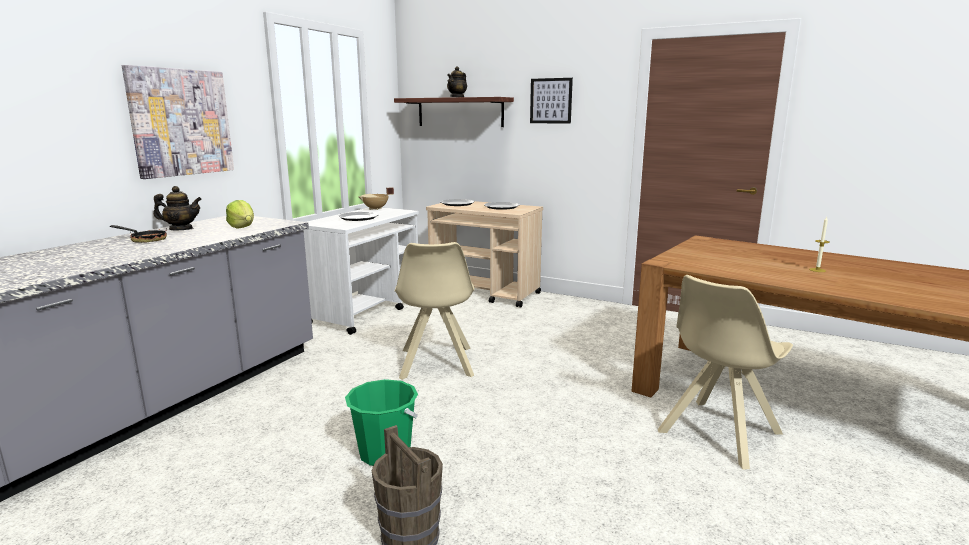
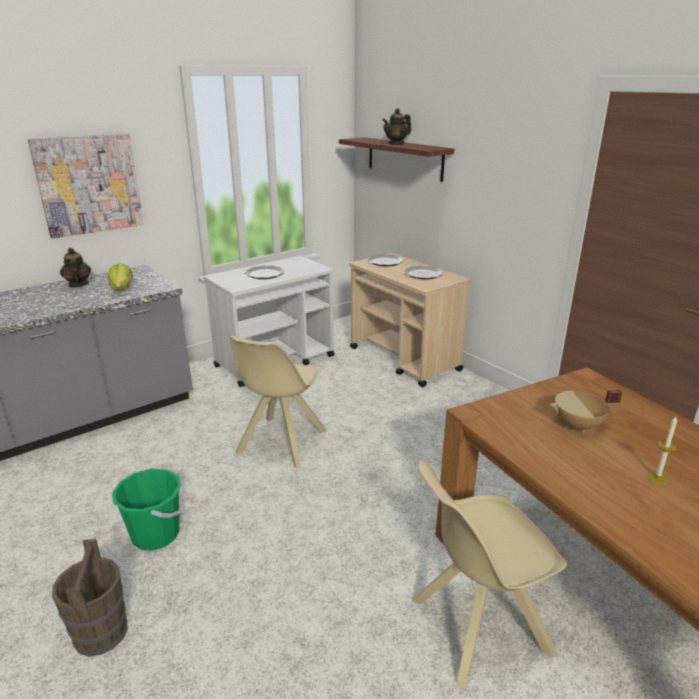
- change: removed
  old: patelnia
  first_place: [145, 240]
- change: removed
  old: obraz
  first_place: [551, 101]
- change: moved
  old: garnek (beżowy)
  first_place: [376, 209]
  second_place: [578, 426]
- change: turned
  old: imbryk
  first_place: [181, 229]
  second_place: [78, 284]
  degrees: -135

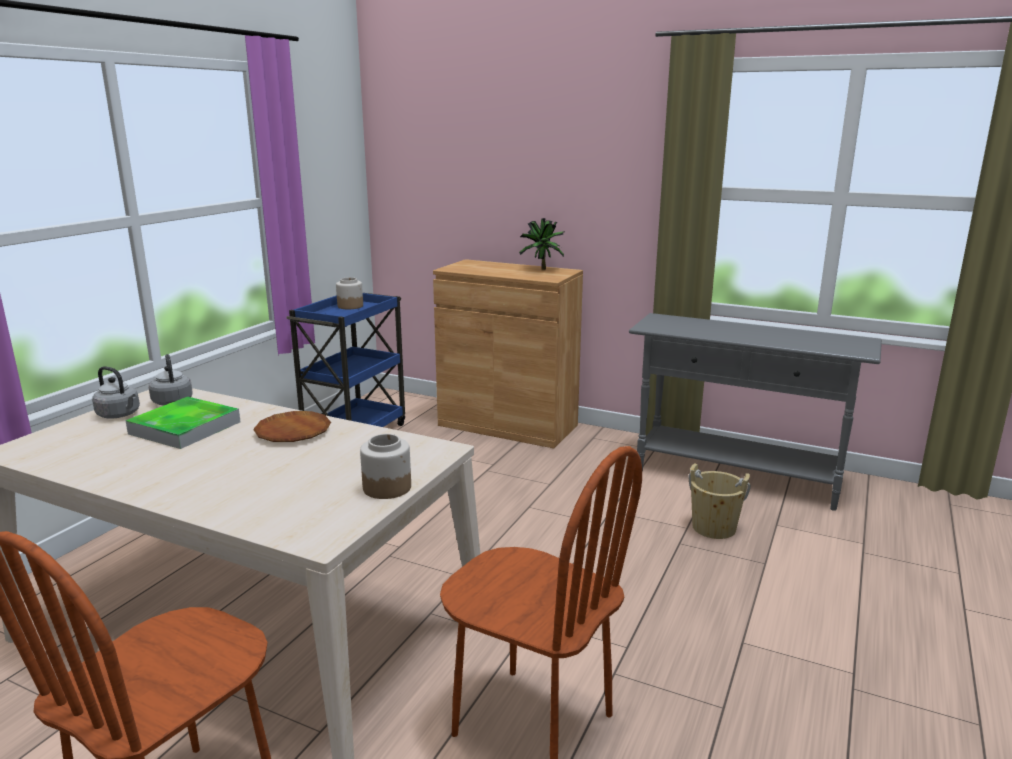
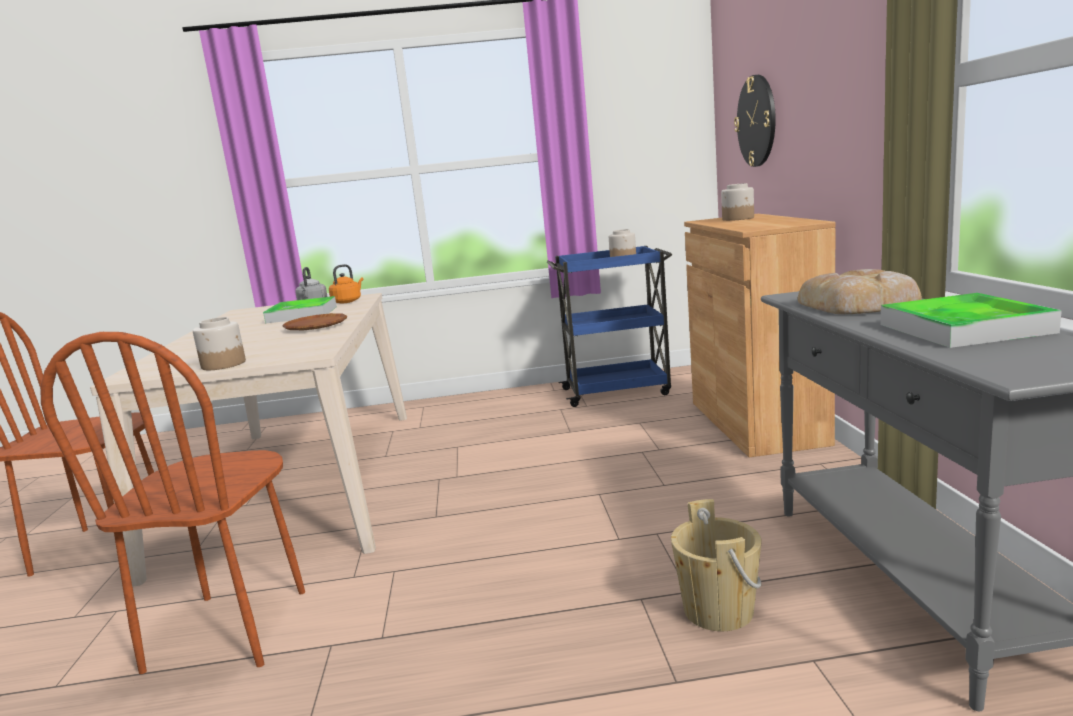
- change: removed
  old: roślina doniczkowa
  first_place: [542, 270]
- change: added
  new: słoik
  second_place: [738, 218]
- change: added
  new: zegar ścienny
  second_place: [757, 121]
- change: added
  new: chleb
  second_place: [860, 304]
- change: added
  new: taca
  second_place: [964, 328]
- change: recoloured
  old: czajnik (szary)
  new: czajnik (pomarańczowy)
  first_place: [172, 401]
  second_place: [348, 301]

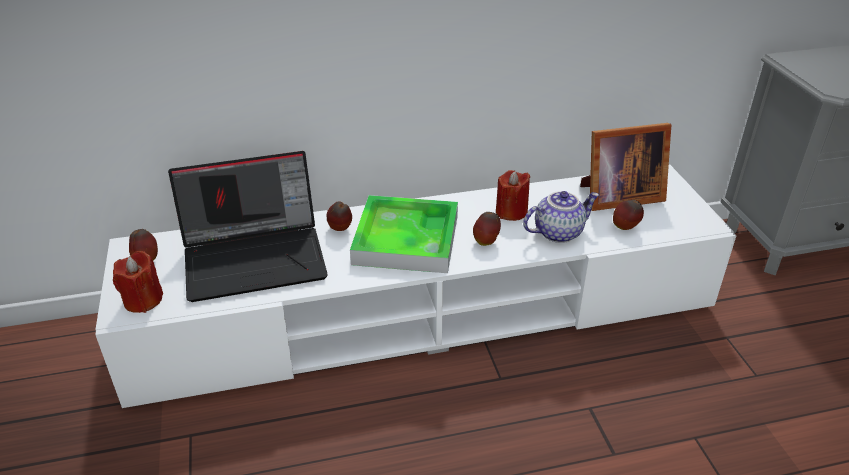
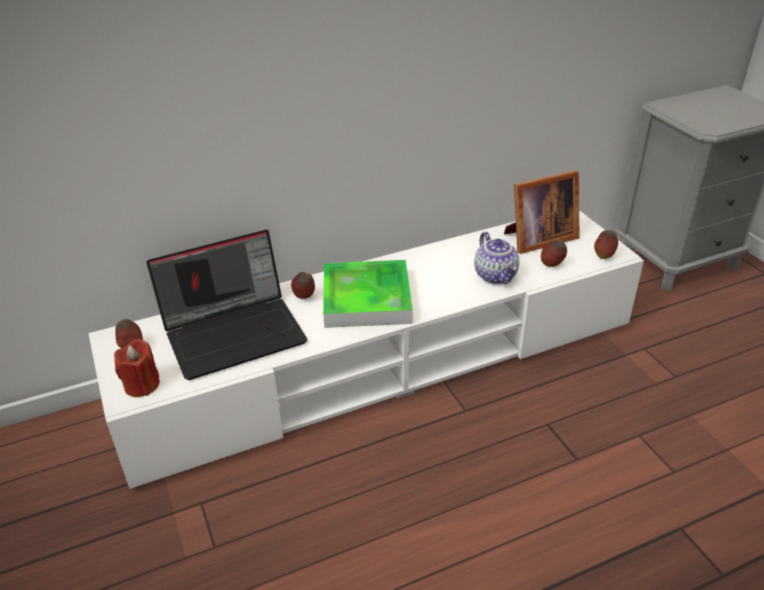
- change: removed
  old: świeca (czerwony)
  first_place: [511, 212]
- change: moved
  old: jabłko
  first_place: [486, 242]
  second_place: [604, 256]
- change: turned
  old: imbryk
  first_place: [558, 232]
  second_place: [496, 276]
  degrees: 105

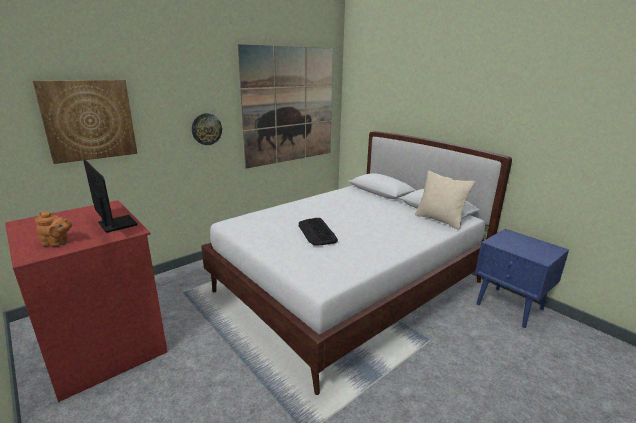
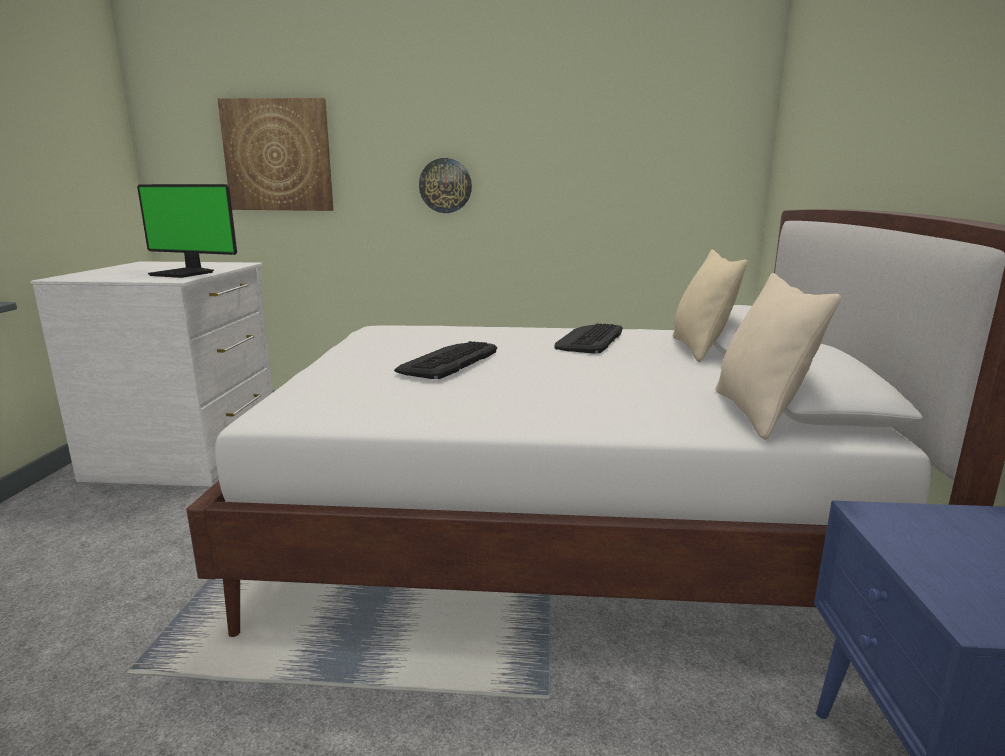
- change: removed
  old: imbryk (pomarańczowy)
  first_place: [58, 243]
- change: removed
  old: obraz
  first_place: [290, 106]
- change: added
  new: klawiatura
  second_place: [589, 340]
- change: added
  new: poduszka (beżowy)
  second_place: [700, 349]
- change: recoloured
  old: komoda (czerwony)
  new: komoda (biały)
  first_place: [106, 344]
  second_place: [189, 453]
- change: turned
  old: monitor
  first_place: [115, 224]
  second_place: [184, 273]
  degrees: 105

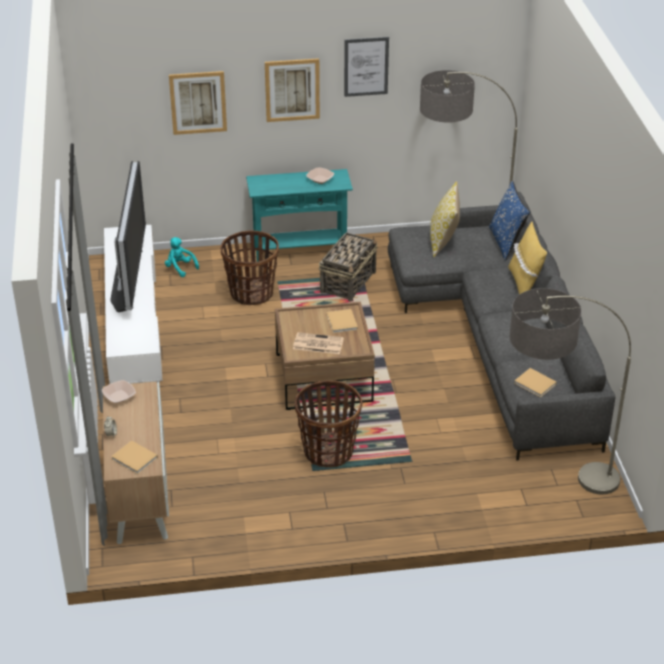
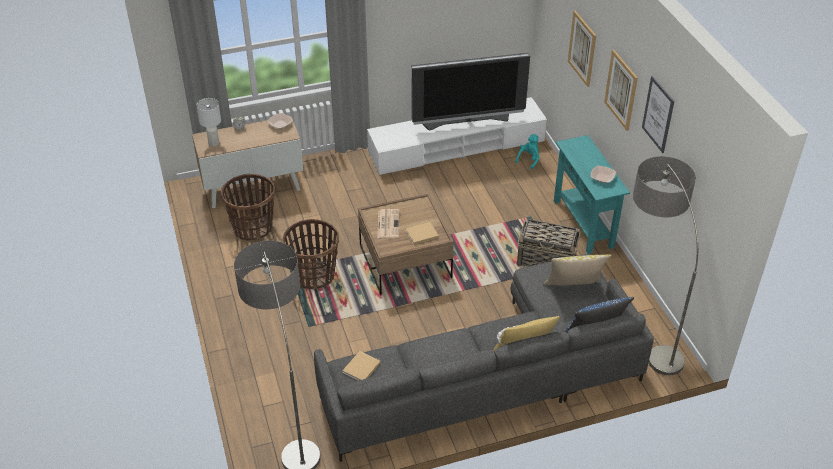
- change: moved
  old: koszyk
  first_place: [251, 293]
  second_place: [253, 228]
- change: replaced
  old: książka (beżowy)
  new: lampa stołowa (biały)
  first_place: [135, 459]
  second_place: [214, 143]

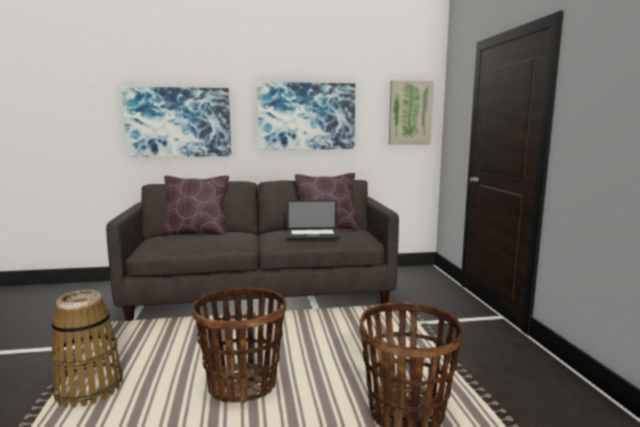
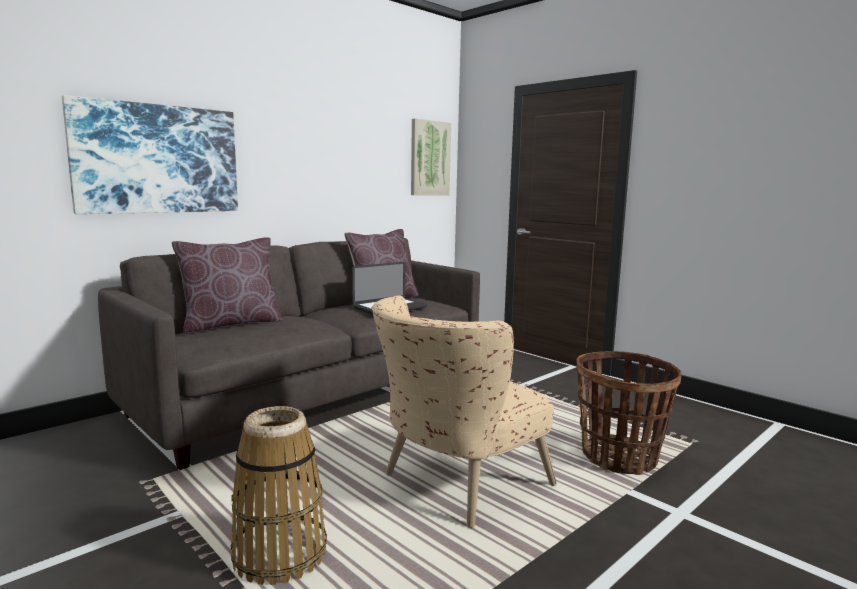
- change: removed
  old: obraz
  first_place: [306, 116]
- change: replaced
  old: koszyk
  new: fotel (beżowy)
  first_place: [242, 384]
  second_place: [454, 485]

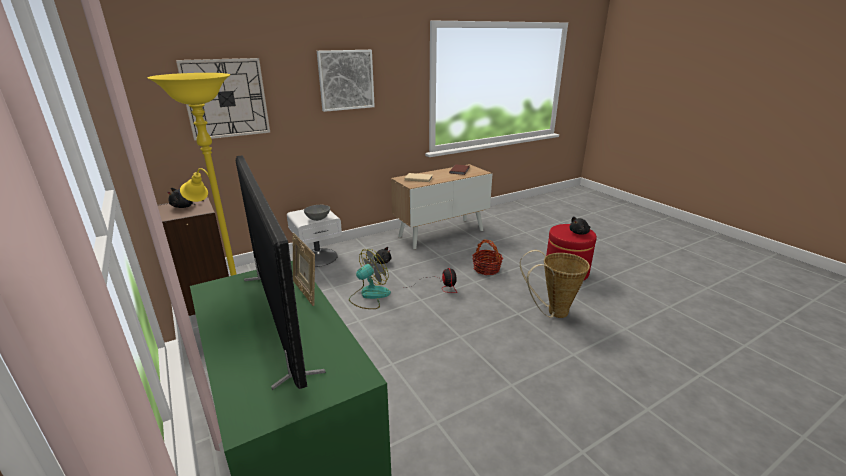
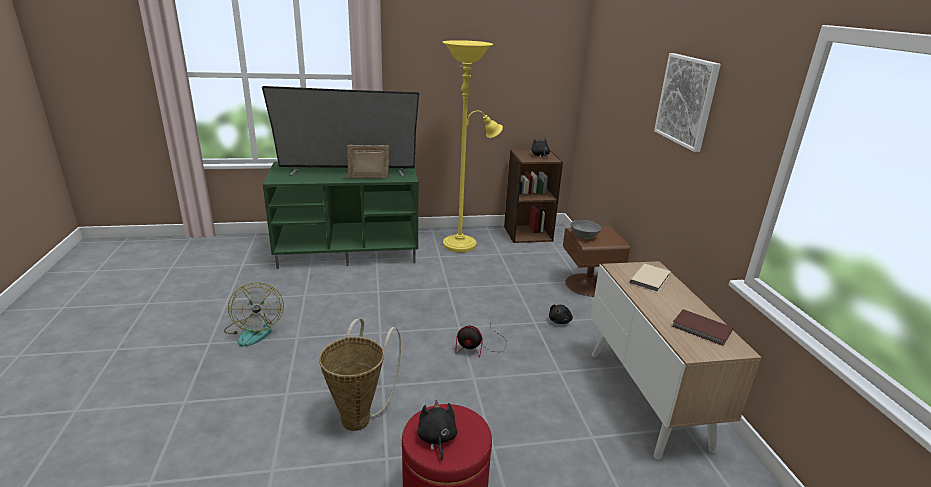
- change: removed
  old: zegar ścienny
  first_place: [226, 98]
- change: removed
  old: koszyk
  first_place: [486, 269]
- change: moved
  old: wentylator
  first_place: [369, 295]
  second_place: [254, 330]
- change: recoloured
  old: szafka nocna (biały)
  new: szafka nocna (brązowy)
  first_place: [318, 257]
  second_place: [589, 284]

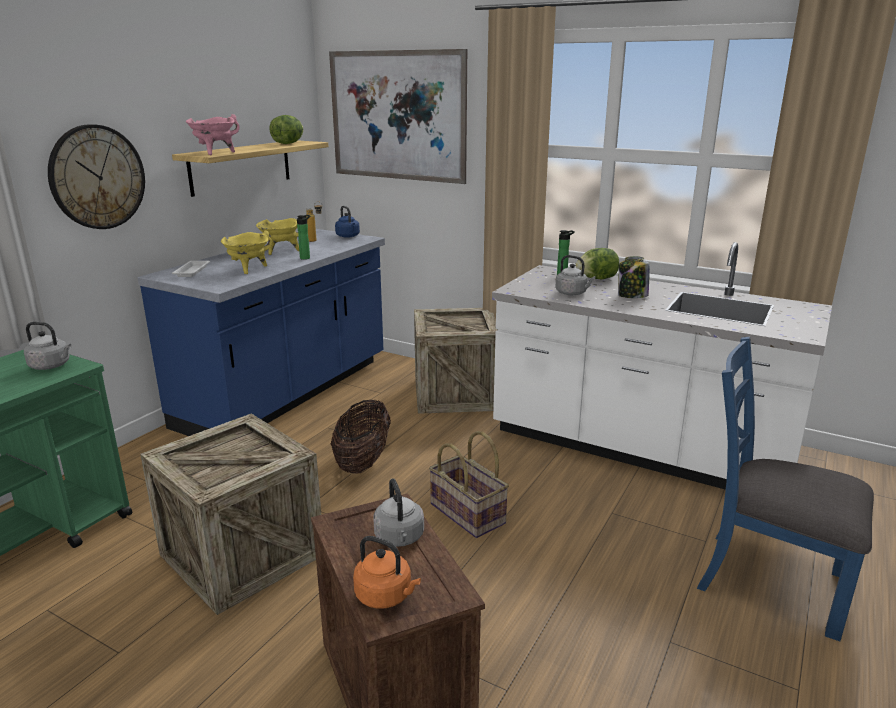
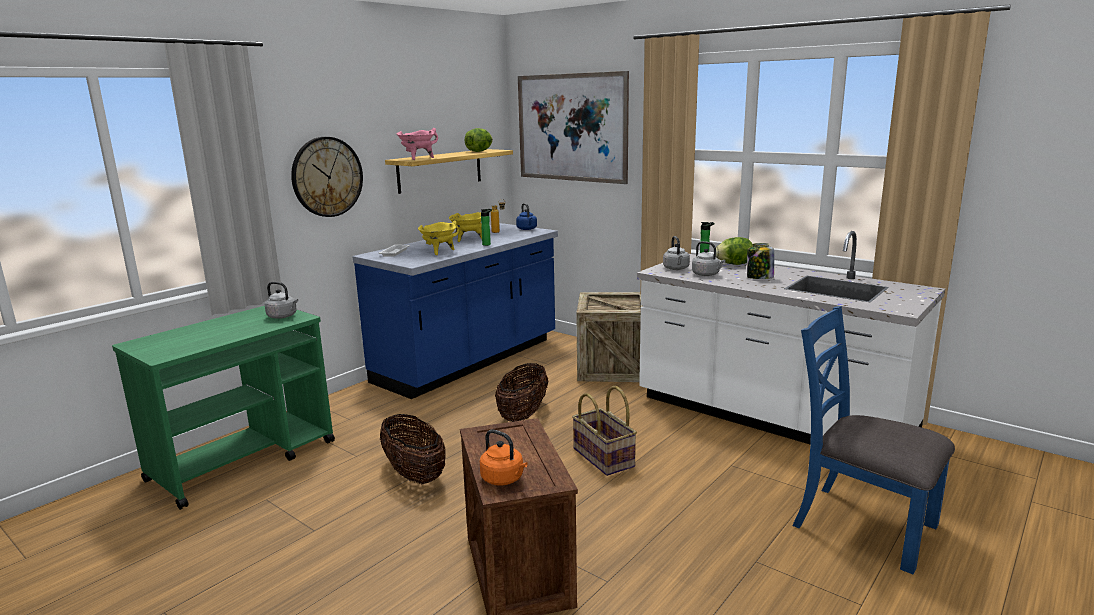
- change: moved
  old: czajnik (szary)
  first_place: [399, 538]
  second_place: [676, 269]
- change: replaced
  old: skrzynka
  new: koszyk
  first_place: [242, 555]
  second_place: [414, 474]

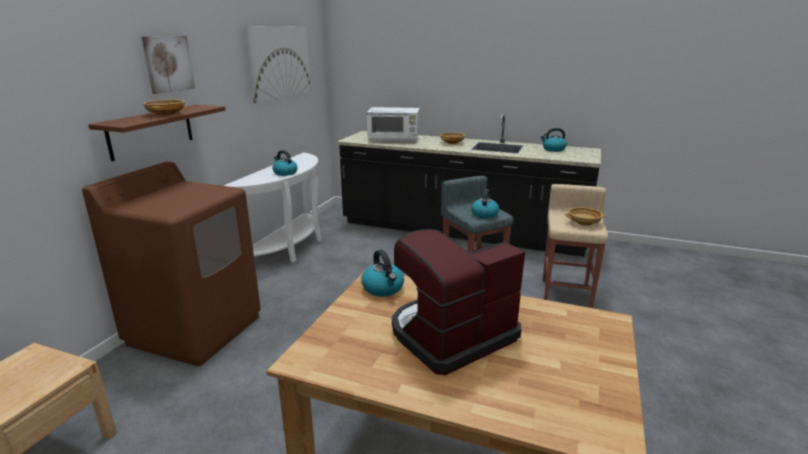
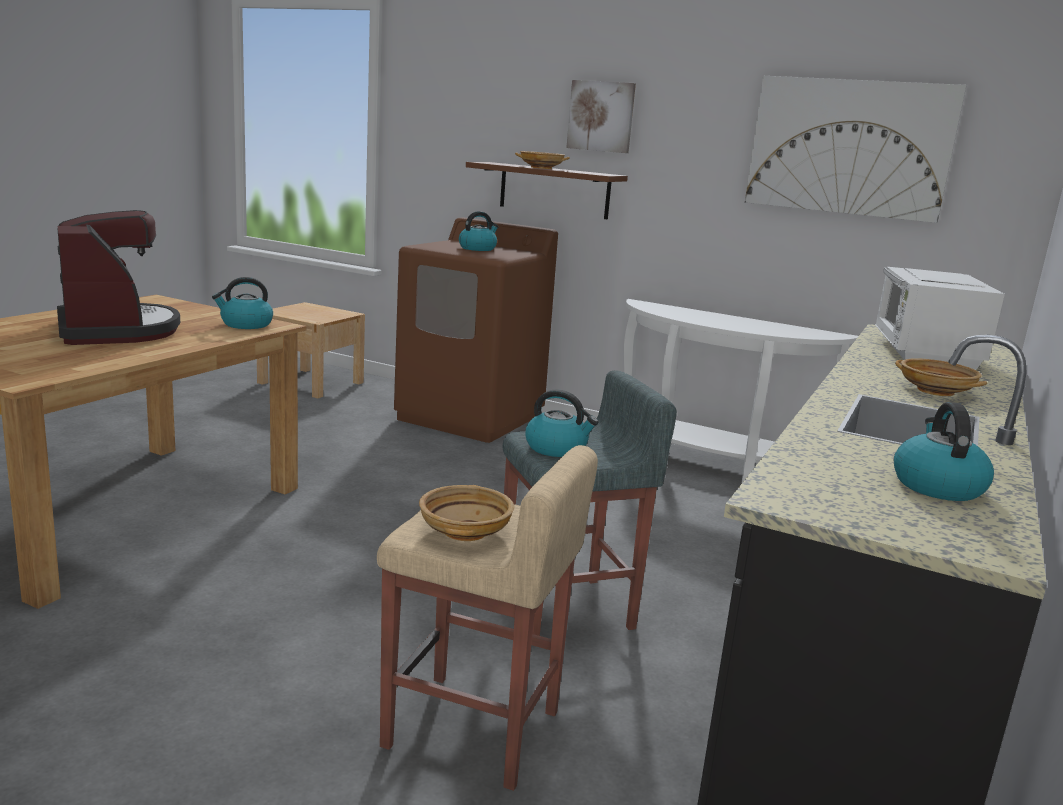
- change: moved
  old: czajnik
  first_place: [285, 173]
  second_place: [477, 248]

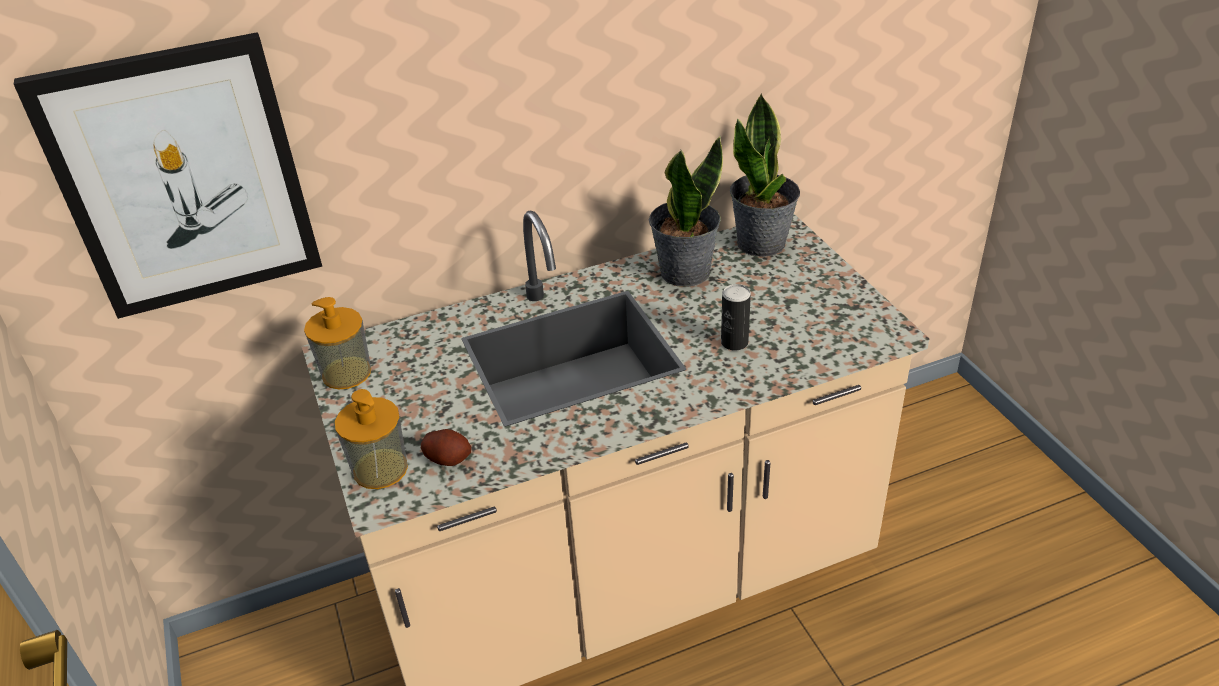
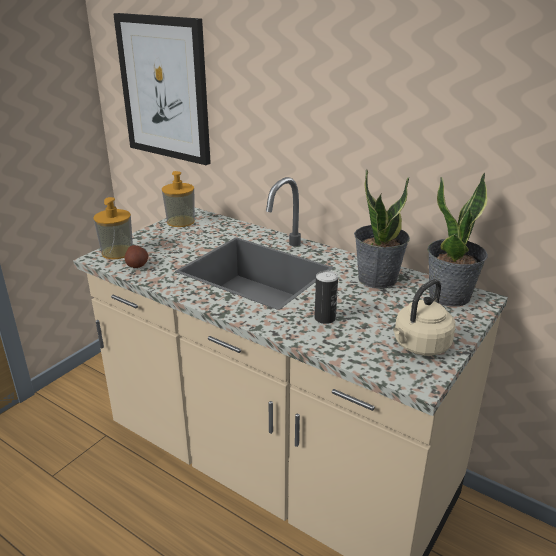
- change: added
  new: czajnik (beżowy)
  second_place: [419, 346]

